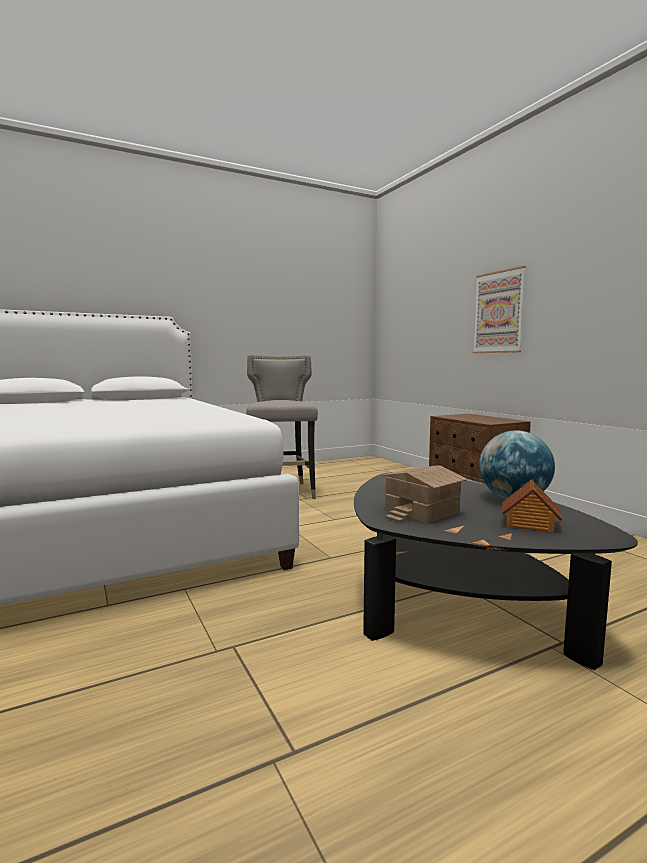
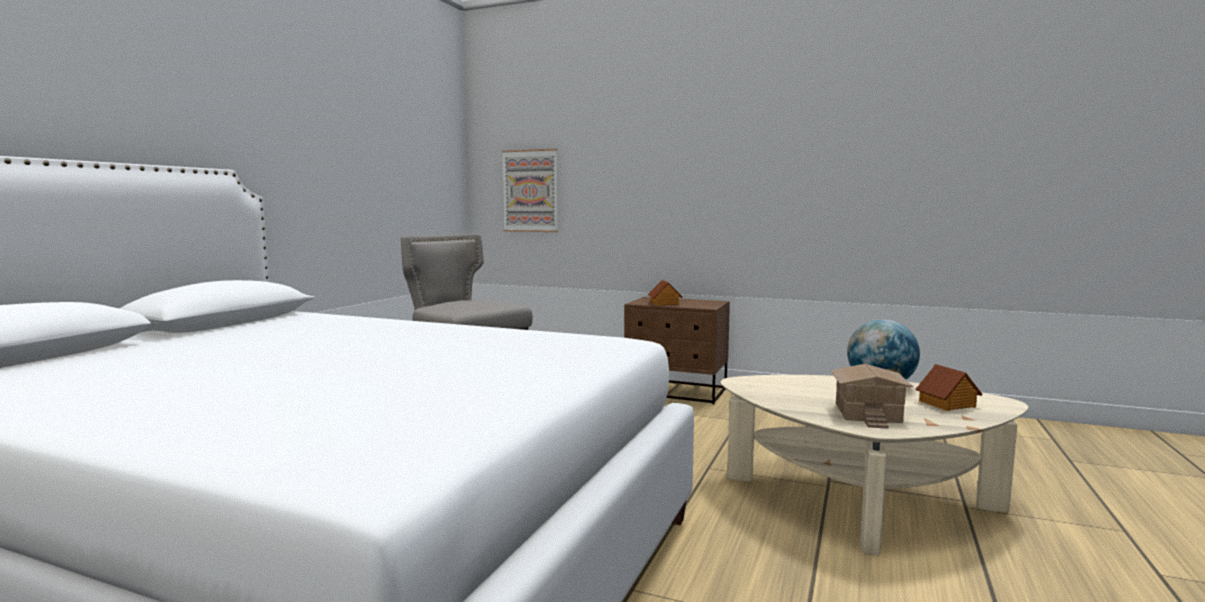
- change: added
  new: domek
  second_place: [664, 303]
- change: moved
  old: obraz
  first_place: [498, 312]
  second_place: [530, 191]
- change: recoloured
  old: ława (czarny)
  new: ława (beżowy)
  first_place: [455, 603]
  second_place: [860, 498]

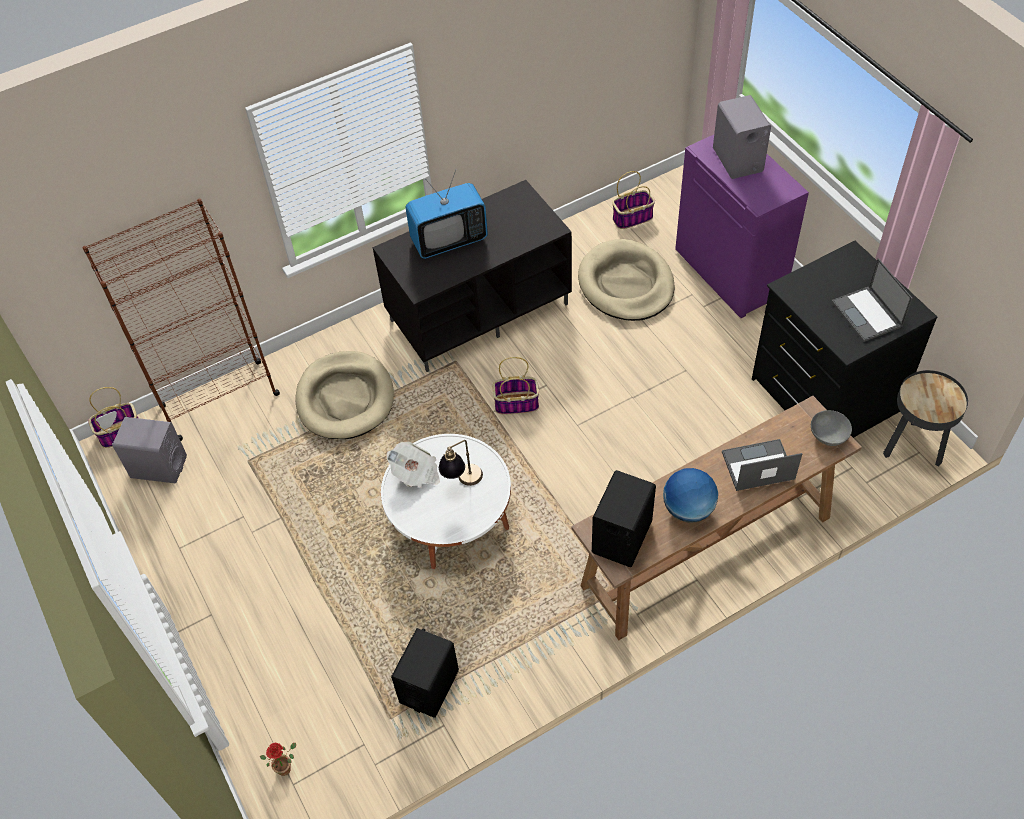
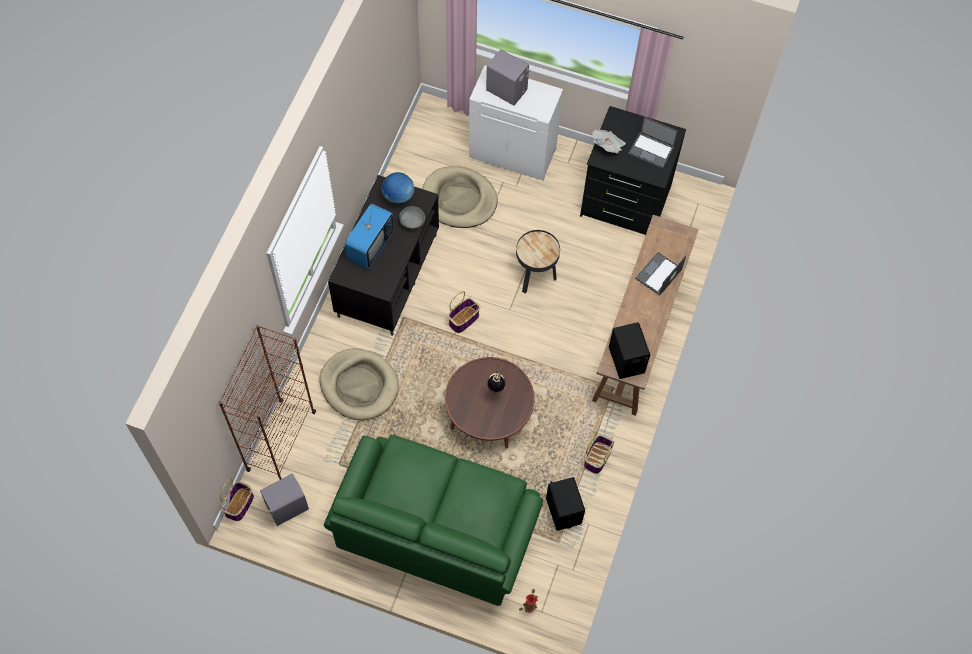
- change: added
  new: kanapa (zielony)
  second_place: [437, 527]
- change: moved
  old: gazeta
  first_place: [416, 473]
  second_place: [608, 146]
- change: moved
  old: koszyk
  first_place: [632, 217]
  second_place: [597, 457]
- change: moved
  old: globus
  first_place: [688, 509]
  second_place: [398, 197]
- change: moved
  old: miska (szary)
  first_place: [828, 436]
  second_place: [412, 222]
- change: moved
  old: stolik (czarny)
  first_place: [912, 447]
  second_place: [535, 277]
- change: recoloured
  old: ława (biały)
  new: ława (brązowy)
  first_place: [450, 517]
  second_place: [489, 412]
- change: recoloured
  old: szafka (fioletowy)
  new: szafka (biały)
  first_place: [731, 272]
  second_place: [513, 152]

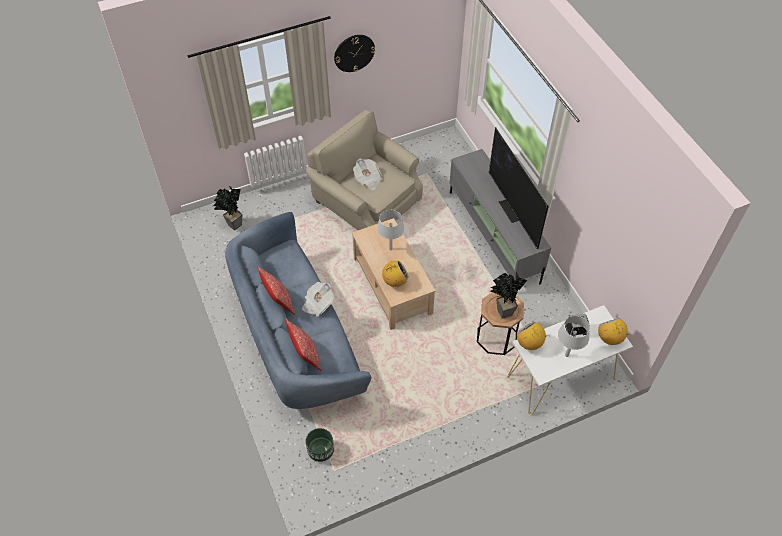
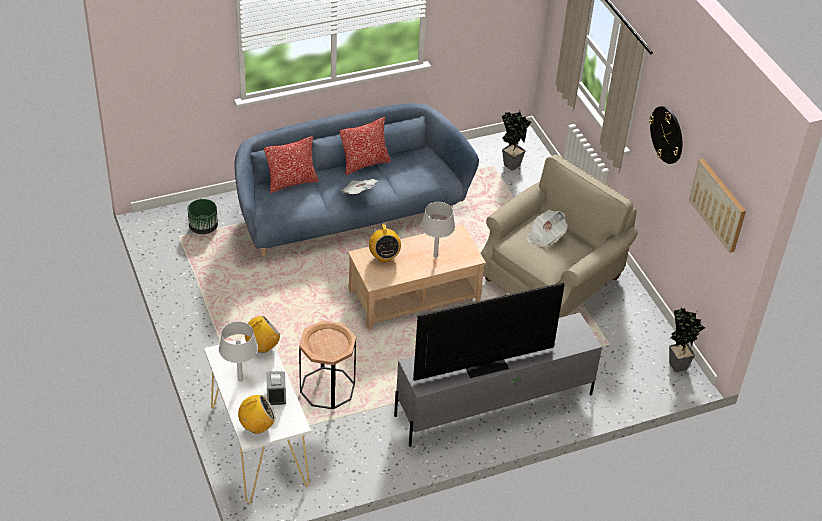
- change: added
  new: obraz
  second_place: [718, 204]
- change: moved
  old: roślina doniczkowa
  first_place: [502, 312]
  second_place: [678, 363]

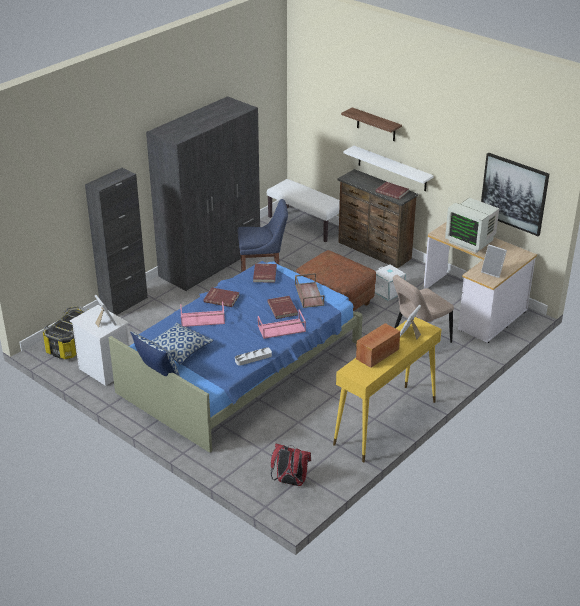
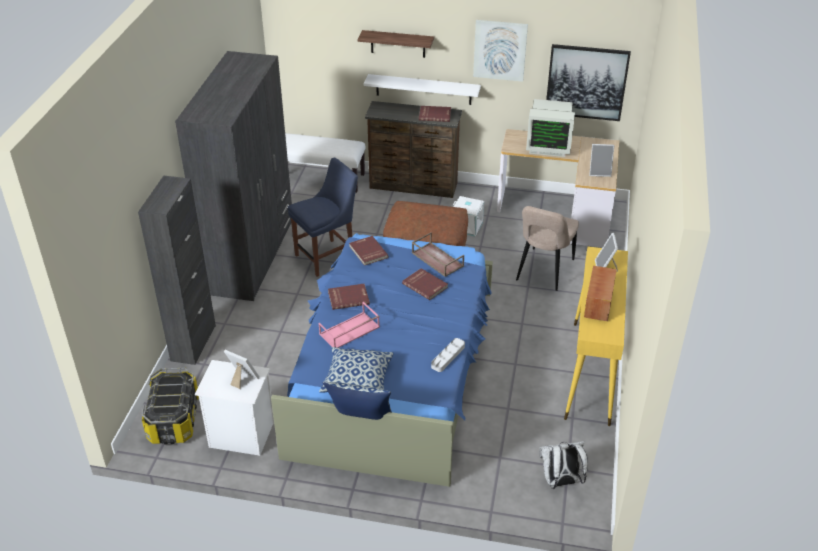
- change: removed
  old: taca (różowy)
  first_place: [281, 329]
- change: added
  new: obraz
  second_place: [500, 50]
- change: recoloured
  old: plecak (czerwony)
  new: plecak (biały)
  first_place: [290, 482]
  second_place: [560, 482]

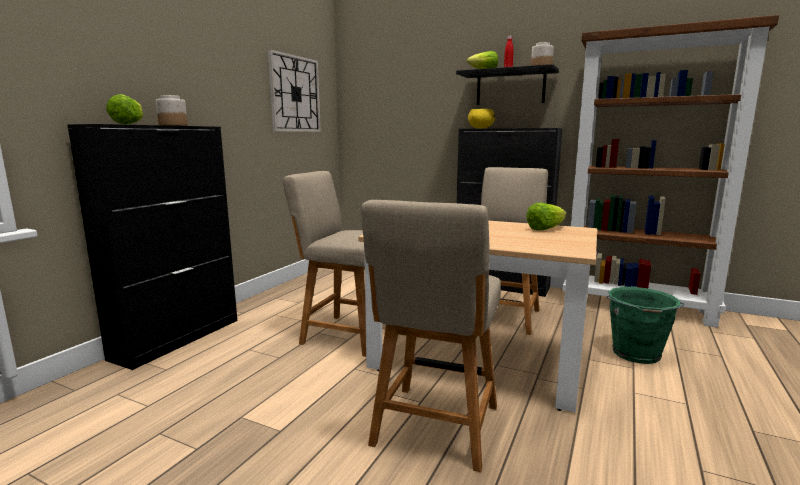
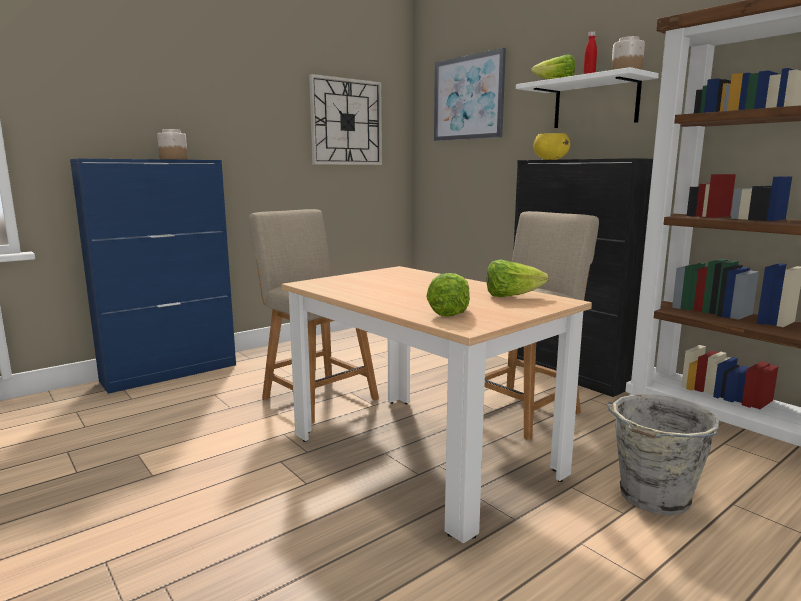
- change: removed
  old: krzesło (beżowy)
  first_place: [434, 429]
- change: added
  new: obraz
  second_place: [468, 98]
- change: moved
  old: sałata
  first_place: [129, 124]
  second_place: [450, 312]
- change: recoloured
  old: szafka (czarny)
  new: szafka (niebieski)
  first_place: [178, 338]
  second_place: [171, 373]
- change: recoloured
  old: półka (czarny)
  new: półka (biały)
  first_place: [510, 88]
  second_place: [595, 103]
- change: recoloured
  old: wiadro (zielony)
  new: wiadro (szary)
  first_place: [636, 354]
  second_place: [653, 497]

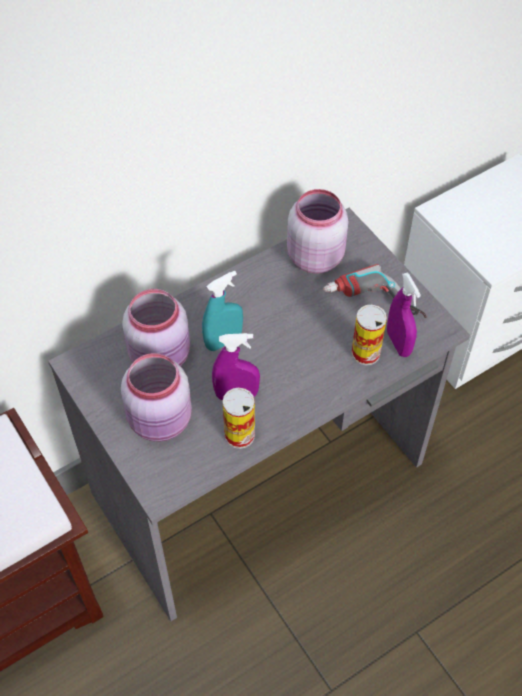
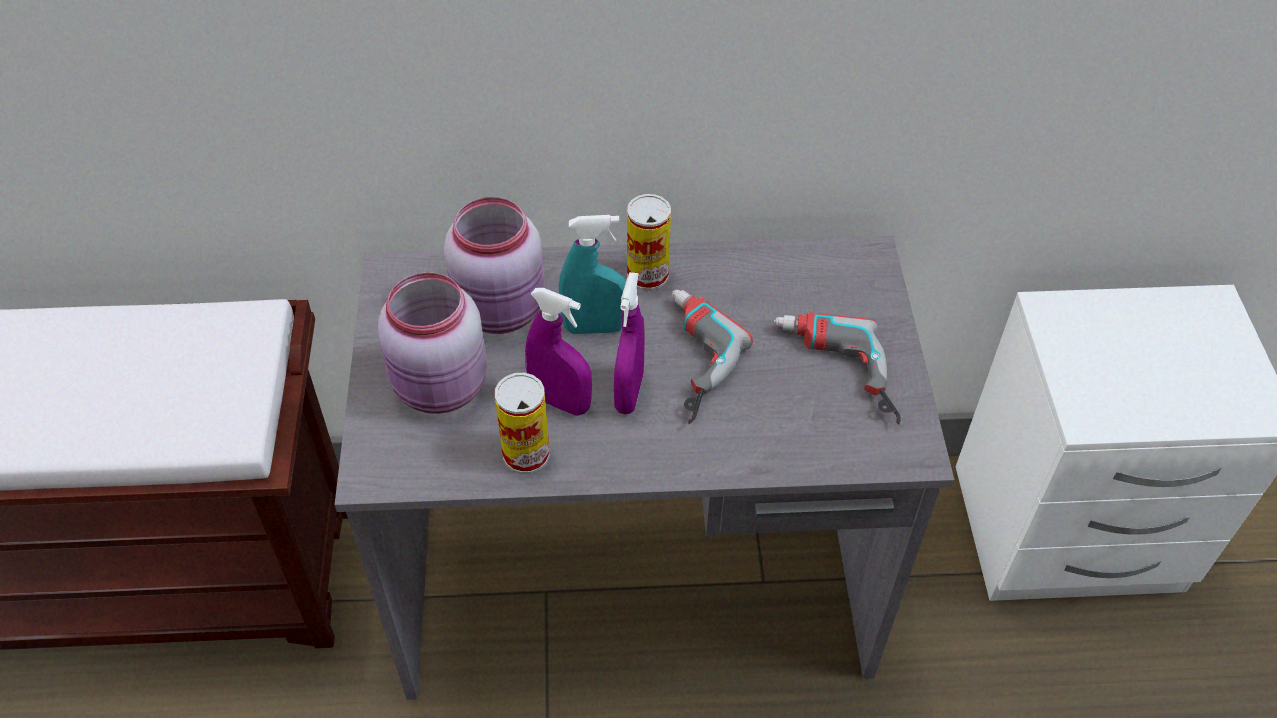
- change: removed
  old: słoik (różowy)
  first_place: [314, 256]
- change: added
  new: wiertarka
  second_place: [684, 360]
- change: moved
  old: puszka
  first_place: [365, 353]
  second_place: [648, 275]
- change: moved
  old: spryskiwacz (fioletowy)
  first_place: [398, 343]
  second_place: [629, 393]

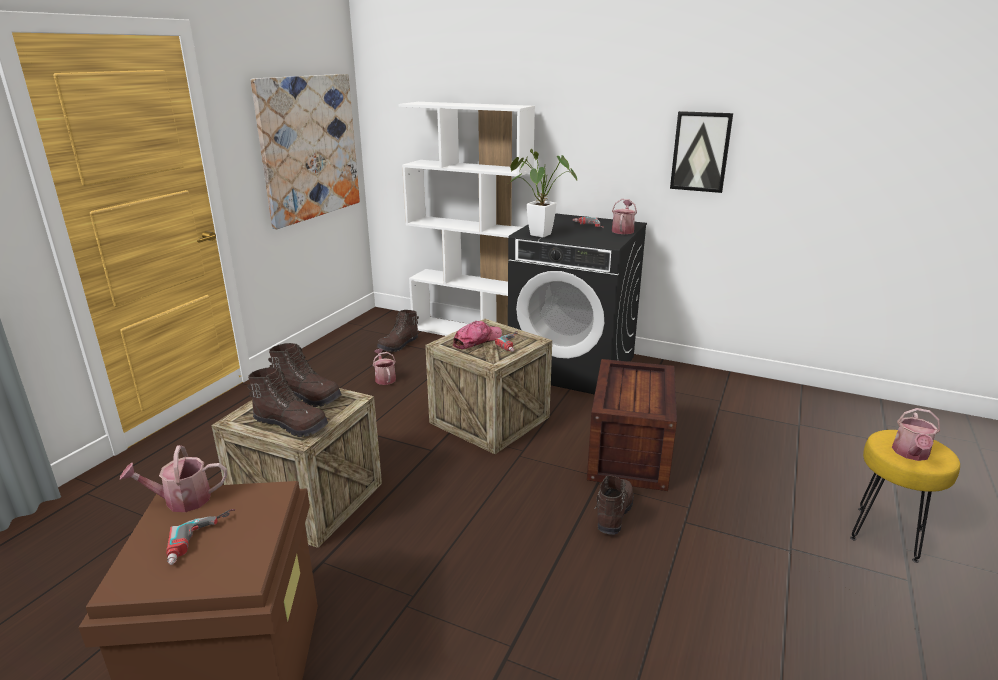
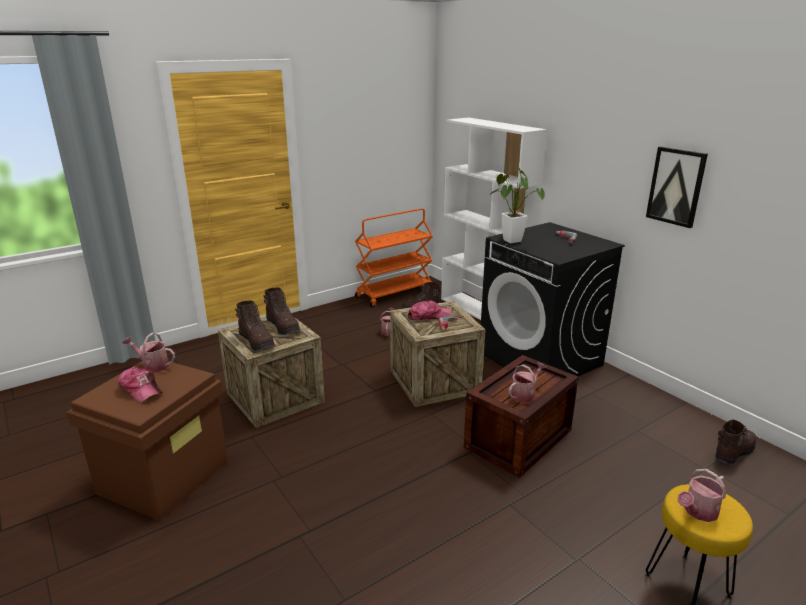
- change: removed
  old: obraz
  first_place: [309, 148]
- change: added
  new: wózek (pomarańczowy)
  second_place: [394, 293]
- change: moved
  old: but z cholewką (brązowy)
  first_place: [613, 514]
  second_place: [733, 452]
- change: moved
  old: konewka
  first_place: [623, 230]
  second_place: [525, 394]
- change: replaced
  old: wiertarka
  new: czapka z daszkiem
  first_place: [203, 540]
  second_place: [141, 389]

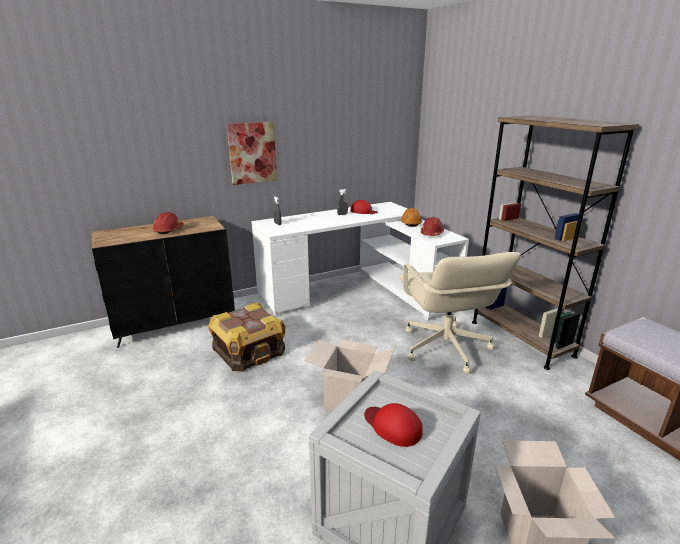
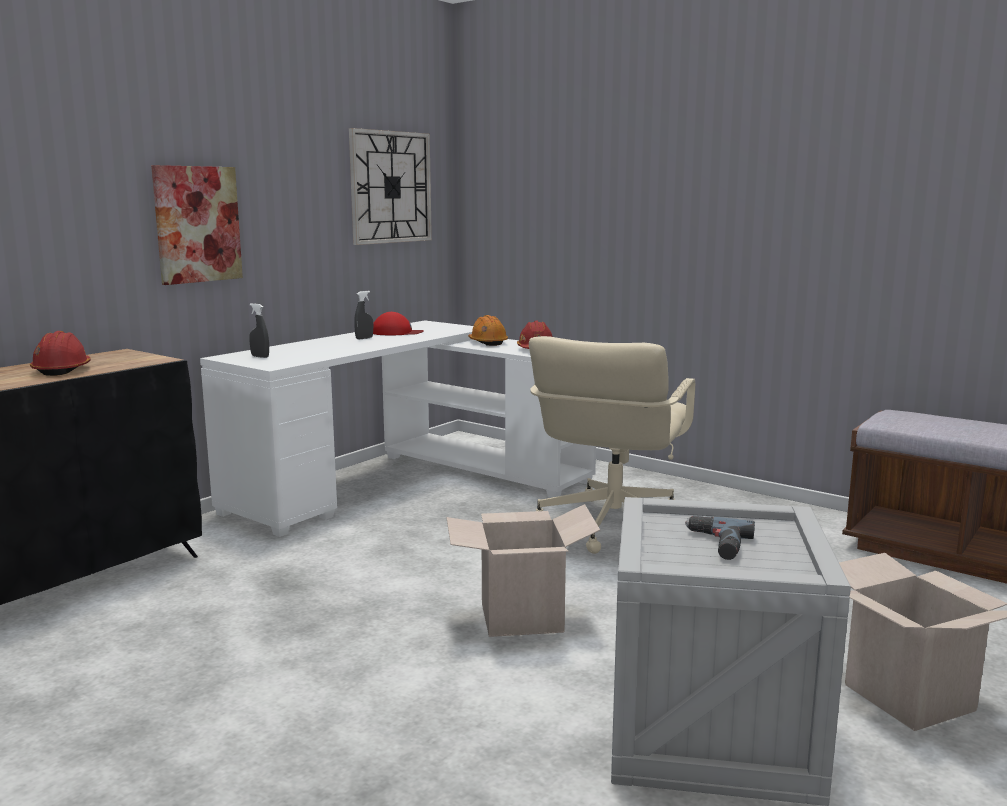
- change: removed
  old: skrzynka
  first_place: [249, 350]
- change: removed
  old: regał (brązowy)
  first_place: [521, 338]
- change: added
  new: zegar ścienny
  second_place: [390, 187]
- change: replaced
  old: czapka z daszkiem (czerwony)
  new: wiertarka
  first_place: [392, 426]
  second_place: [716, 545]
- change: turned
  old: krzesło biurowe (beżowy)
  first_place: [445, 348]
  second_place: [611, 526]
  degrees: 60

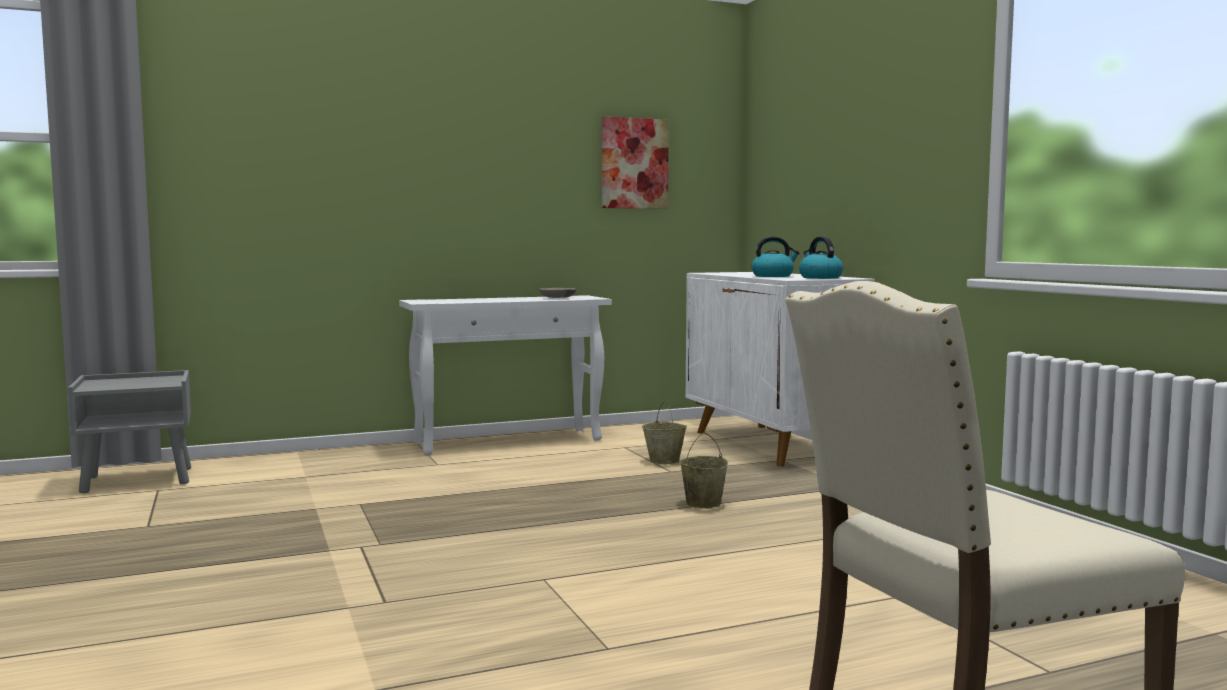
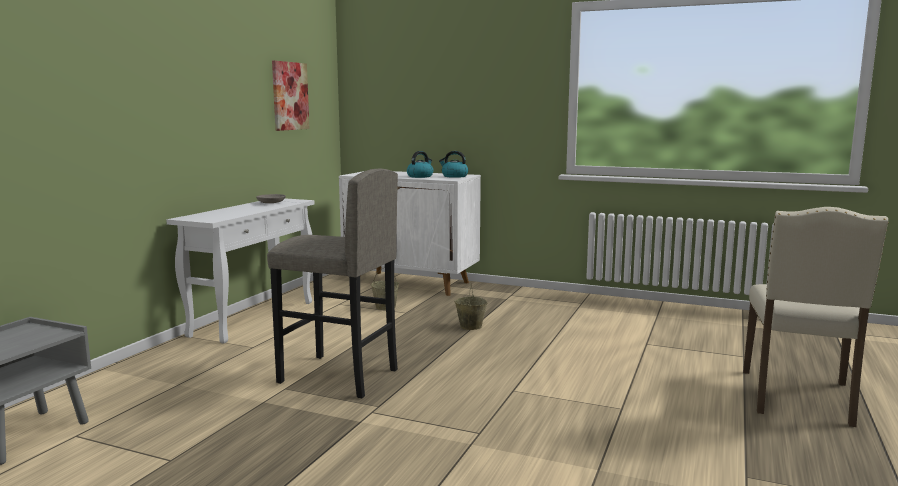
- change: added
  new: stołek (szary)
  second_place: [338, 376]

